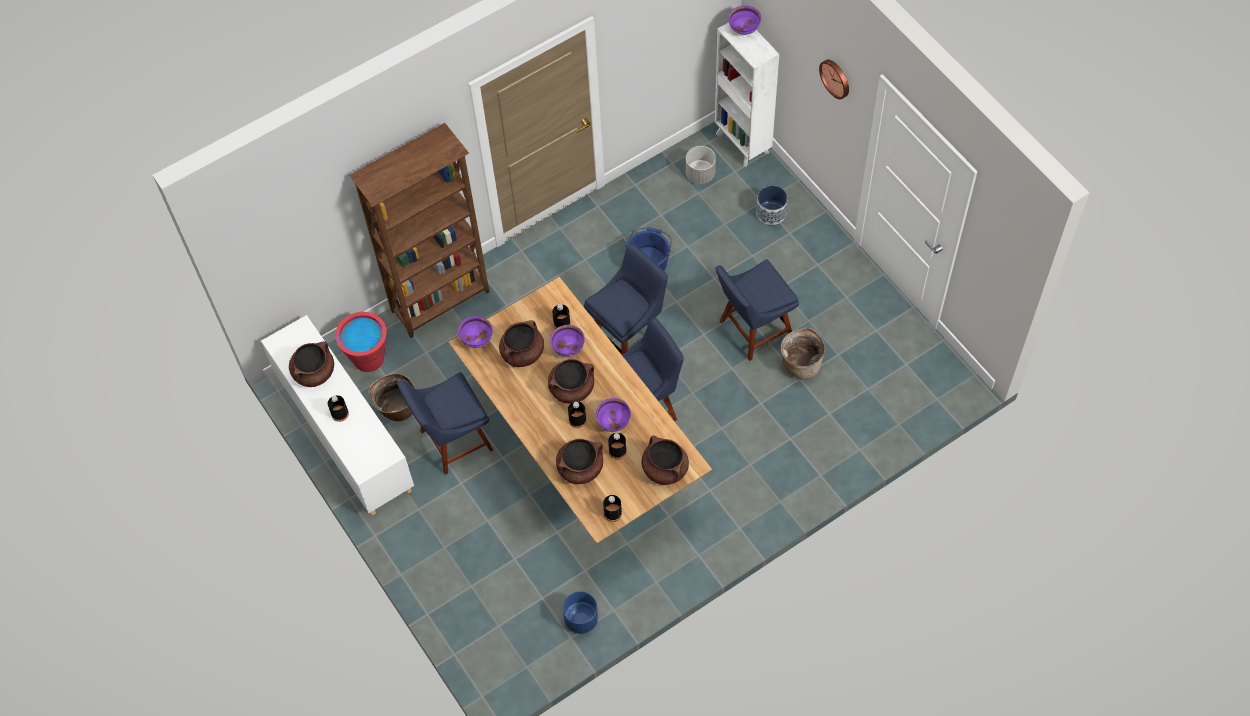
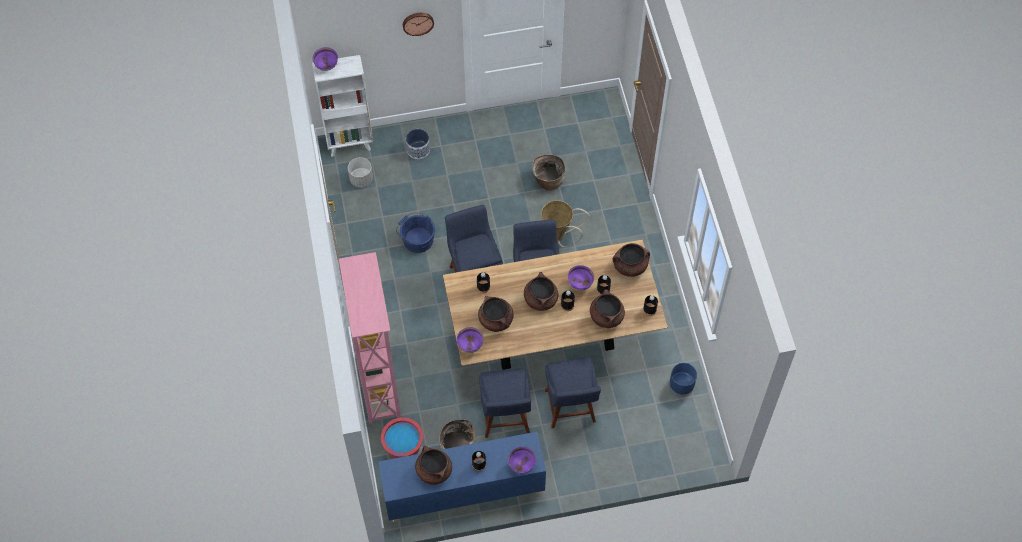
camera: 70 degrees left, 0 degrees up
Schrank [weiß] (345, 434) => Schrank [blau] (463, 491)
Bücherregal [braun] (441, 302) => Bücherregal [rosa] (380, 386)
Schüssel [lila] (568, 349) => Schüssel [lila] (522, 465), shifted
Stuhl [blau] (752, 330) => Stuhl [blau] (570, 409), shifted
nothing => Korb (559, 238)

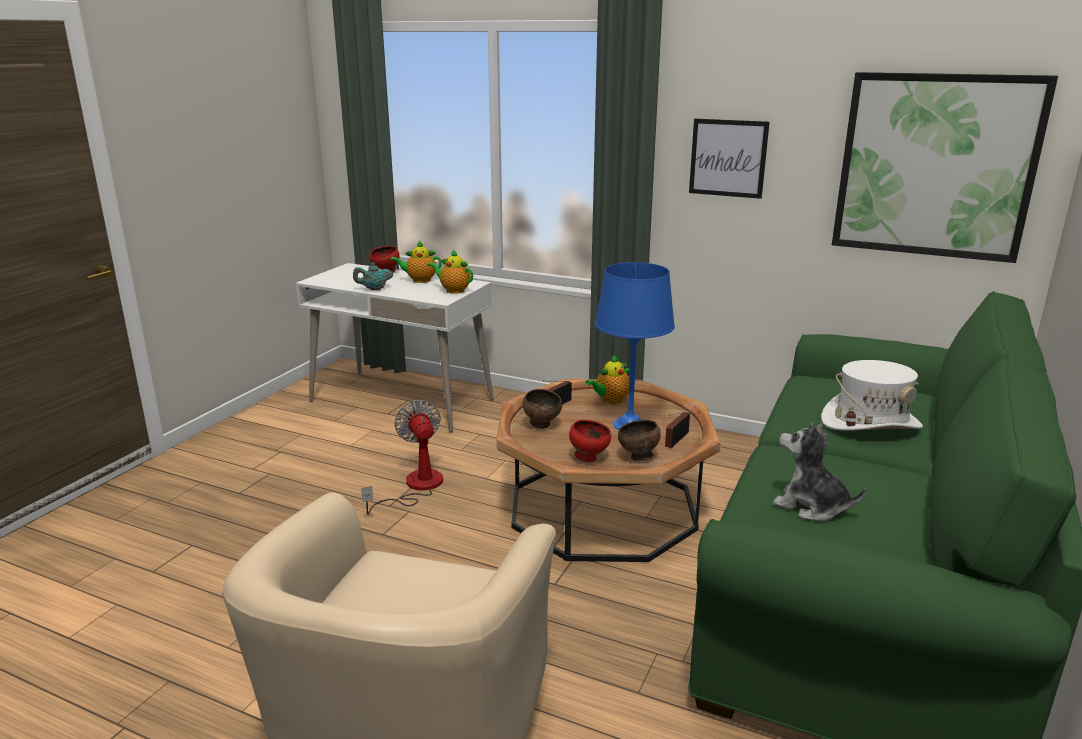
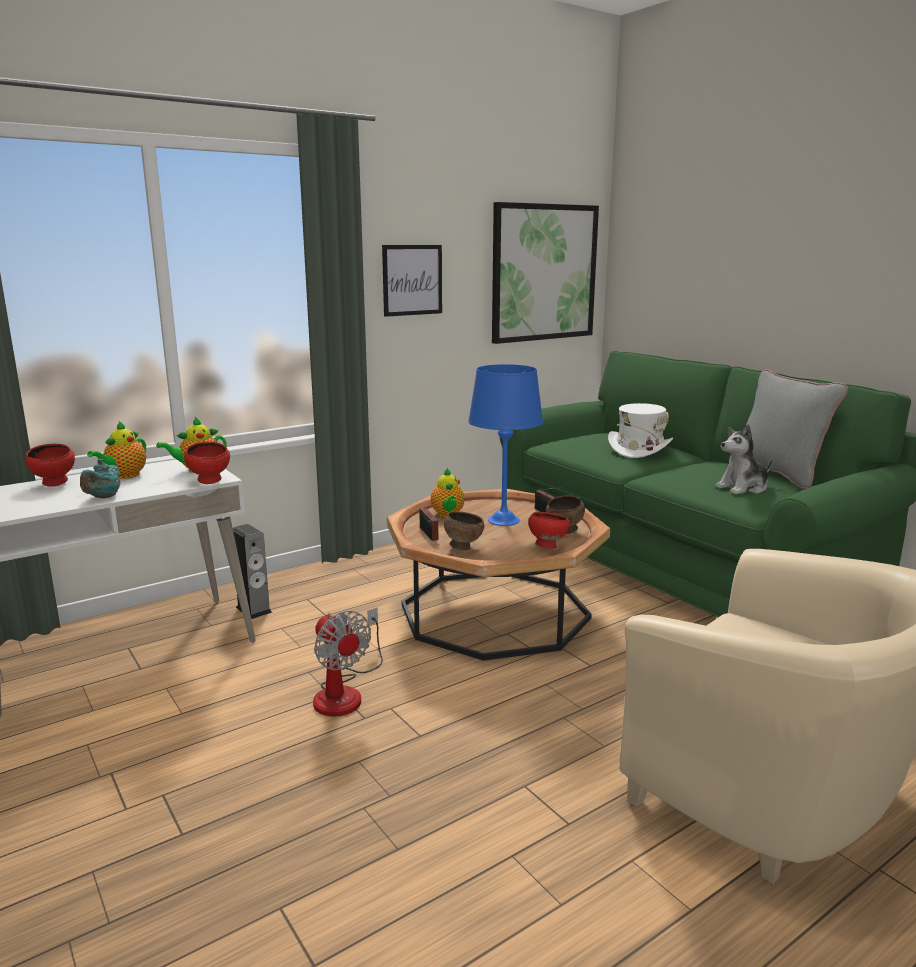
camera: 60 degrees left, 5 degrees down
Ventilator (415, 487) => Ventilator (345, 692), 135 degrees counterclockwise
nothing => Schüssel [rot] (210, 482)
nothing => Lautsprecher (253, 610)
nothing => Kissen [grau] (778, 474)

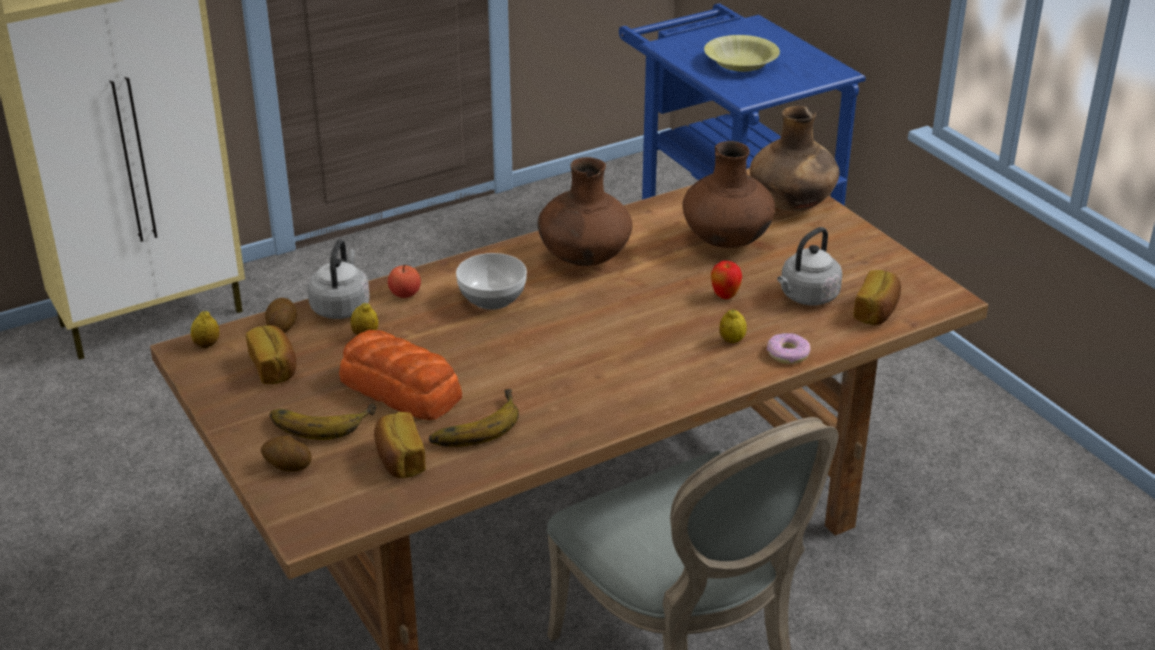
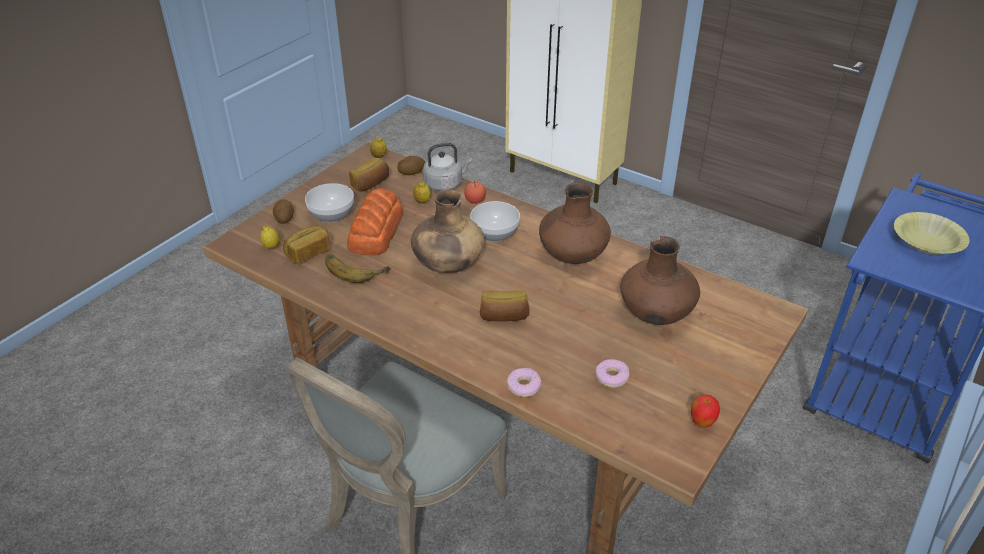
camera: 65 degrees right, 5 degrees up
Banane (321, 420) => Schüssel (331, 215)
Apfel (725, 296) => Apfel (702, 423), shifted
Zitrone (732, 340) => Zitrone (272, 246), shifted
Vase [braun] (791, 205) => Vase [braun] (448, 265), shifted
Wasserkessel [grau] (807, 297) => Donut (611, 377)
Brot (877, 311) => Brot (504, 316), shifted

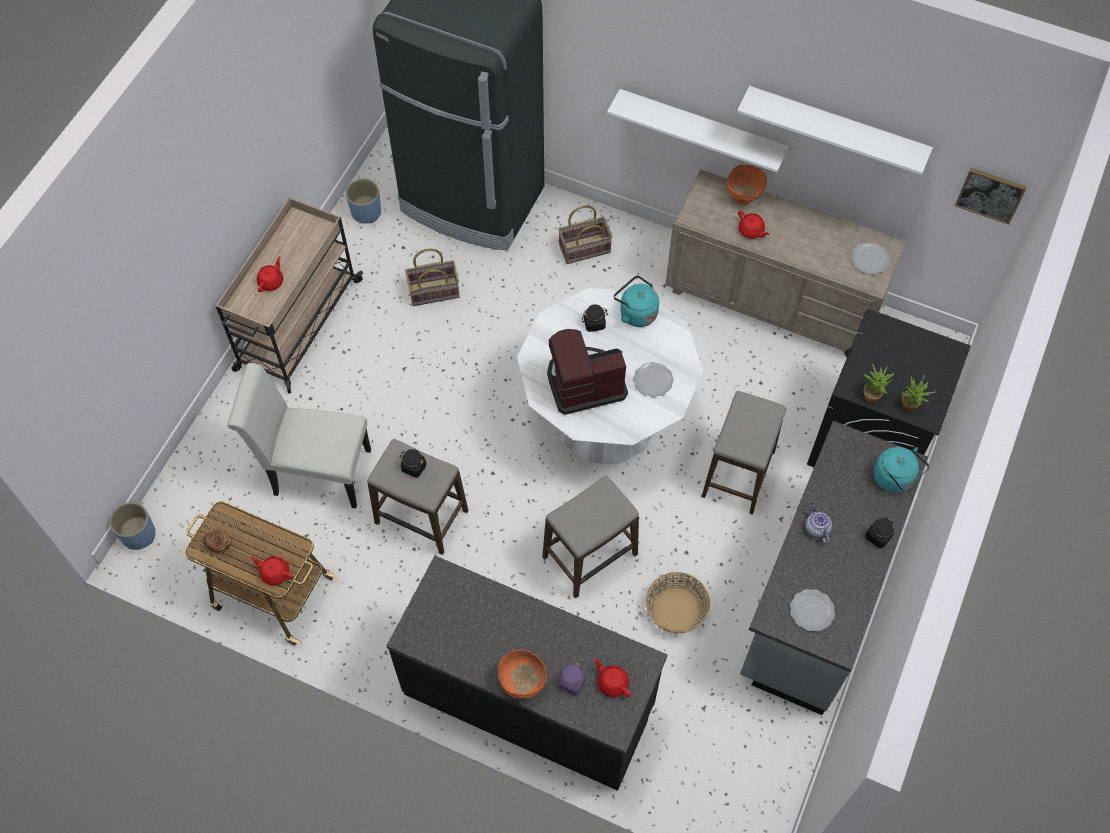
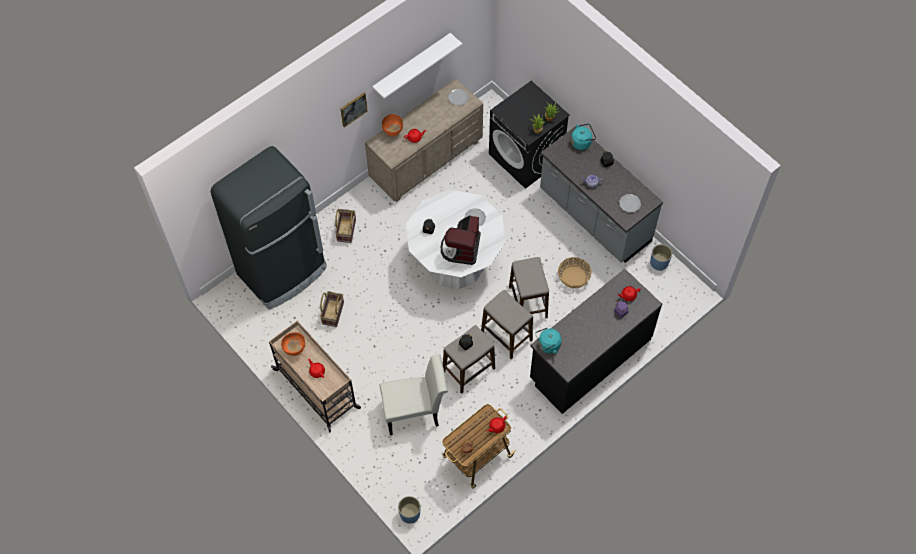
camera: 65 degrees left, 0 degrees up
Stuhl [weiß] (315, 471) => Stuhl [weiß] (415, 412), 135 degrees counterclockwise
Pflanzkübel [blau] (366, 212) => Pflanzkübel [blau] (659, 262), shifted
Schüssel [orange] (522, 683) => Schüssel [orange] (295, 350), shifted
Wandregal [weiß] (701, 129) => nothing
Wasserkessel [türkis] (636, 312) => Wasserkessel [türkis] (548, 345), shifted
Hocker (739, 474) => Hocker (506, 336), shifted
Bild (990, 195) => Bild (353, 109), shifted

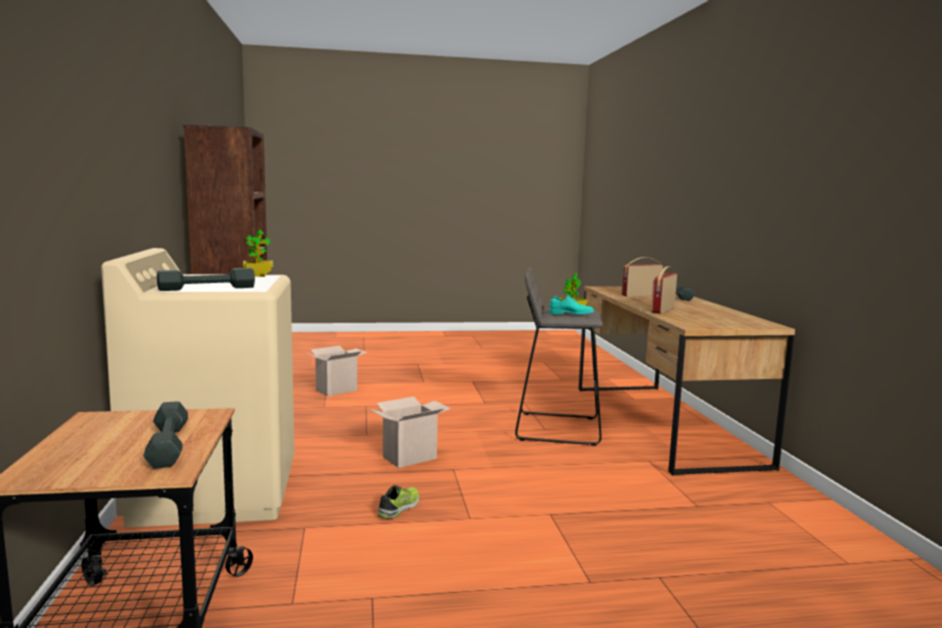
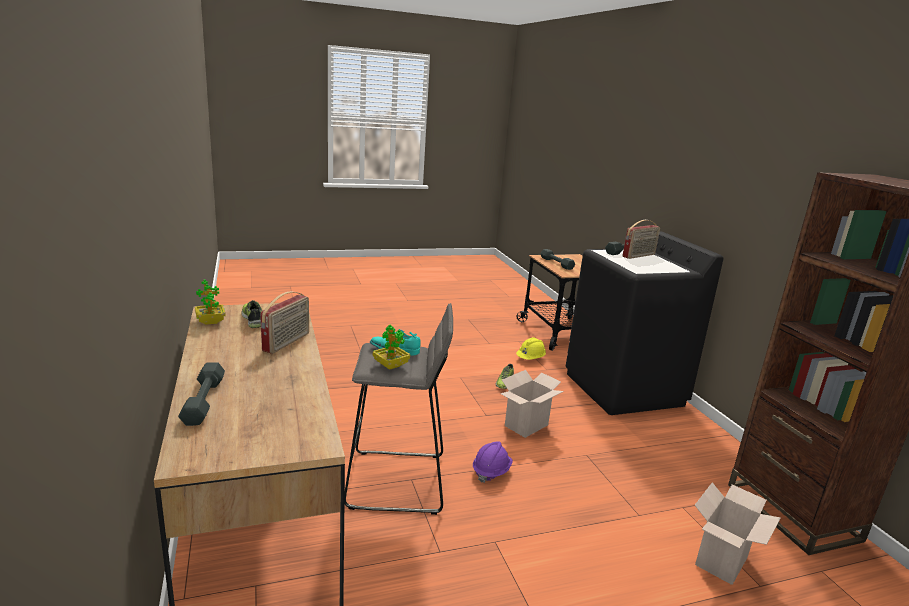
camera: 170 degrees right, 10 degrees up
Waschmaschine [beige] (215, 491) => Waschmaschine [schwarz] (624, 389)
Topfpflanze (258, 276) => Topfpflanze (210, 322), shifted
Radio (640, 295) => Radio (639, 256), shifted
nothing => Schuh (254, 319)
nothing => Schutzhelm [lila] (491, 471)
nothing => Schutzhelm [gelb] (530, 359)

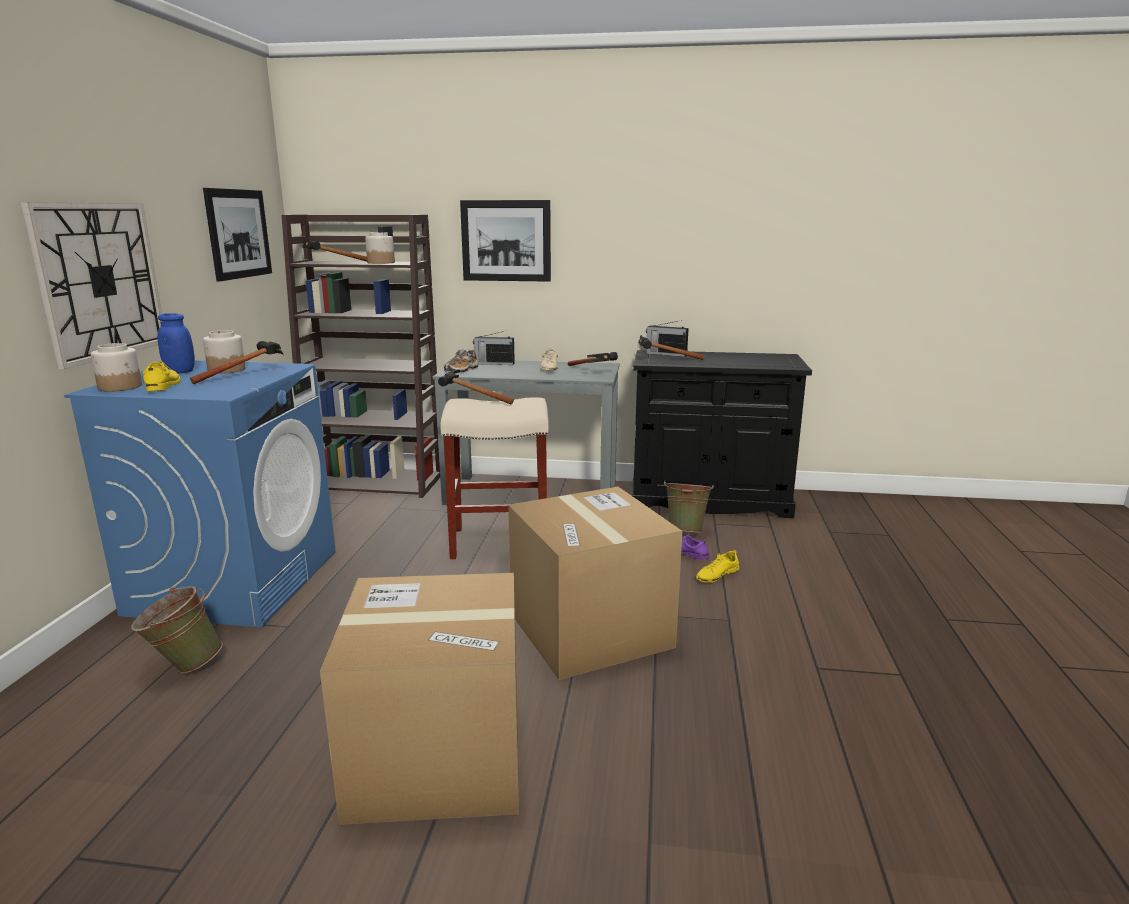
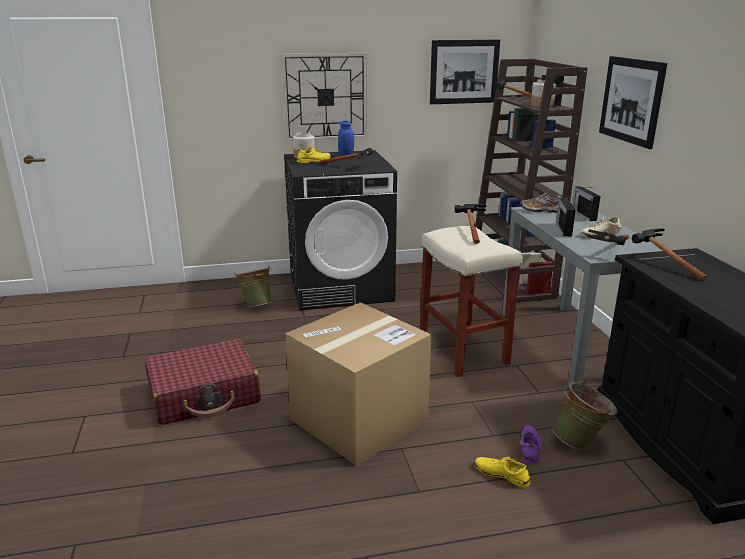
camera: 70 degrees right, 5 degrees up
Waschmaschine [blau] (236, 581) => Waschmaschine [schwarz] (341, 287)
Vorratsglas (226, 370) => nothing
Karton (437, 756) => Koffer [rot] (204, 395)
Radio (665, 354) => Radio (563, 229), shifted

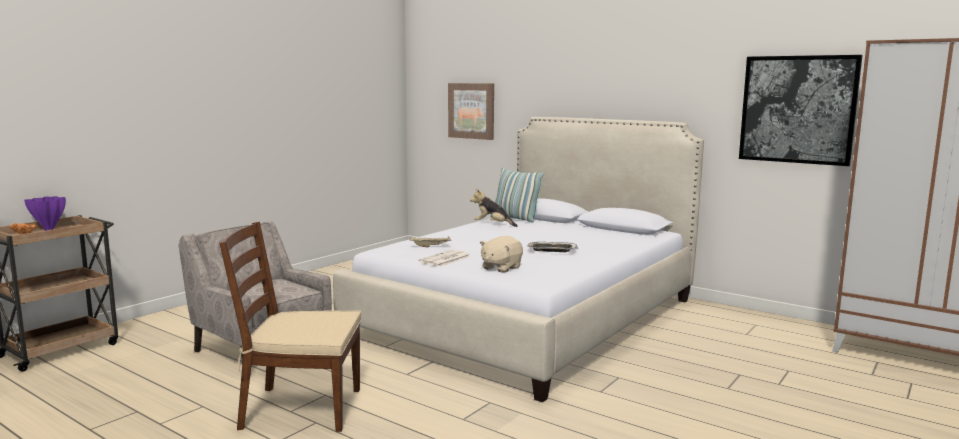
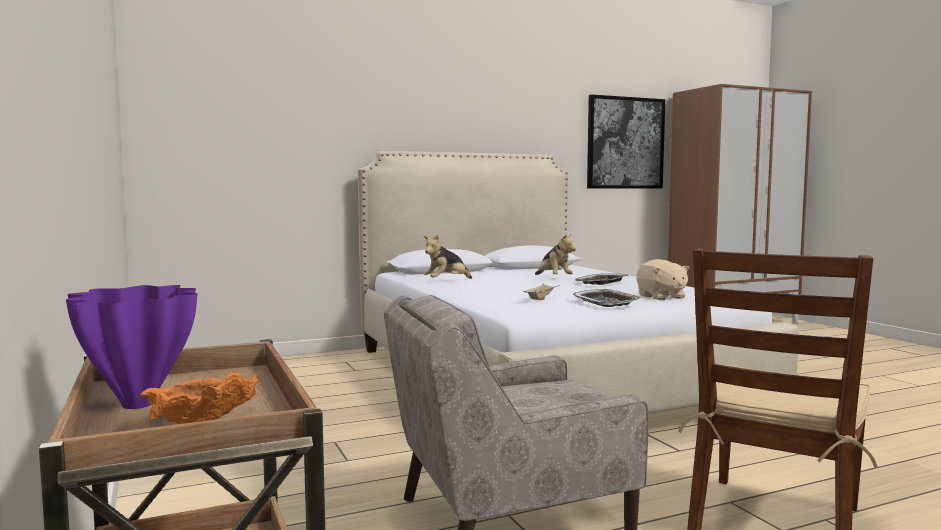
camera: 60 degrees left, 5 degrees down
Zeitung (445, 259) => Tablett (606, 303)
Bild (471, 111) => nothing
Kissen (515, 219) => nothing
nothing => Plüschtier (553, 278)

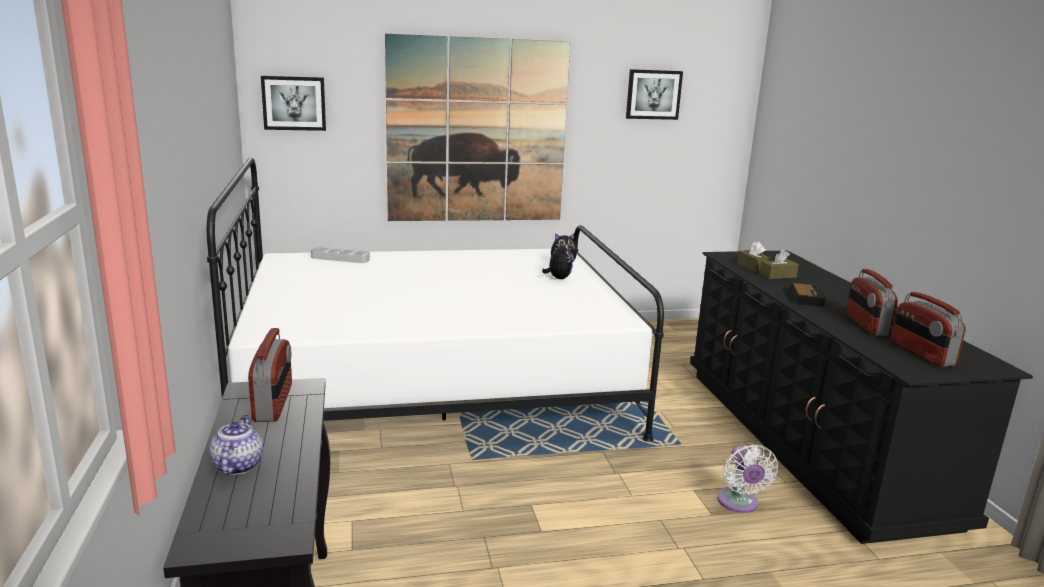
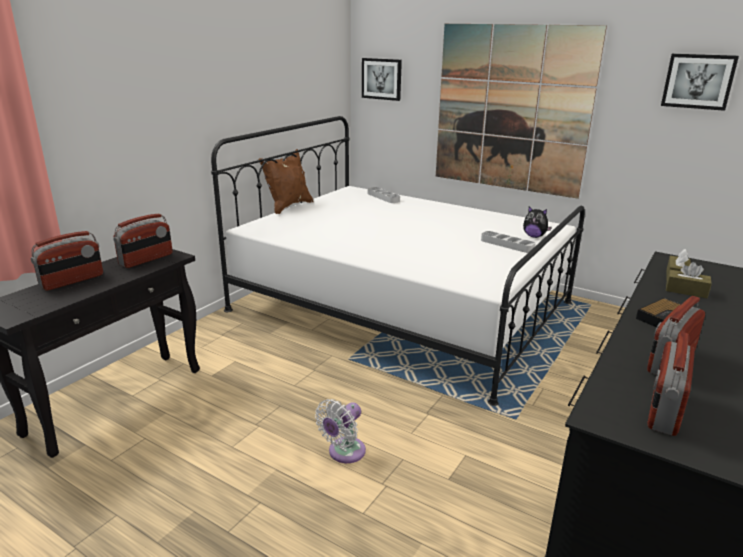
camera: 45 degrees right, 5 degrees up
Teekanne (237, 465) => Radio (72, 281)
Plüschtier (558, 278) => Tablett [grau] (507, 245)
Ventilator [weiß] (739, 504) => Ventilator [weiß] (344, 453), shifted
nothing => Kissen [braun] (288, 206)

